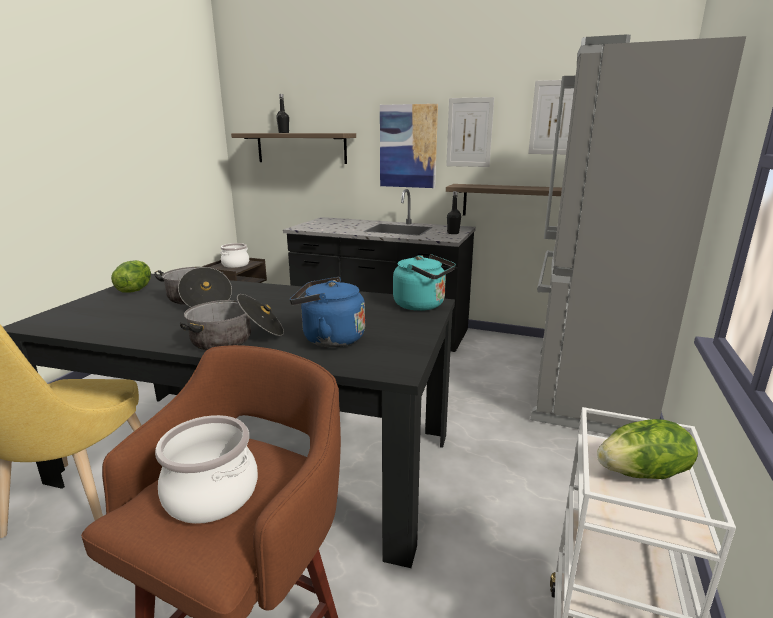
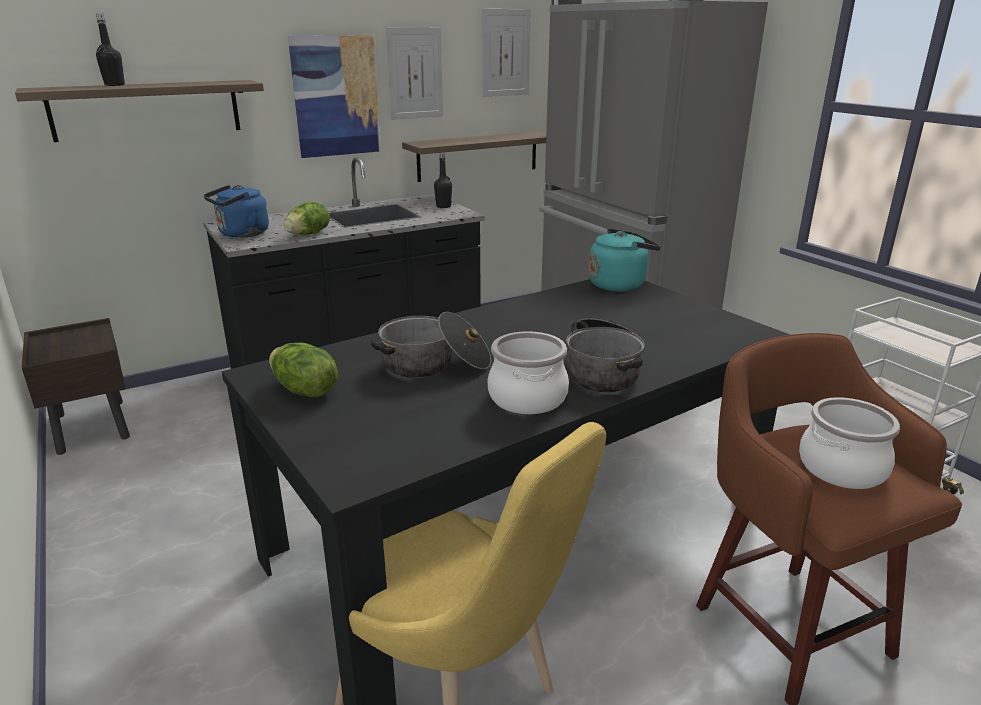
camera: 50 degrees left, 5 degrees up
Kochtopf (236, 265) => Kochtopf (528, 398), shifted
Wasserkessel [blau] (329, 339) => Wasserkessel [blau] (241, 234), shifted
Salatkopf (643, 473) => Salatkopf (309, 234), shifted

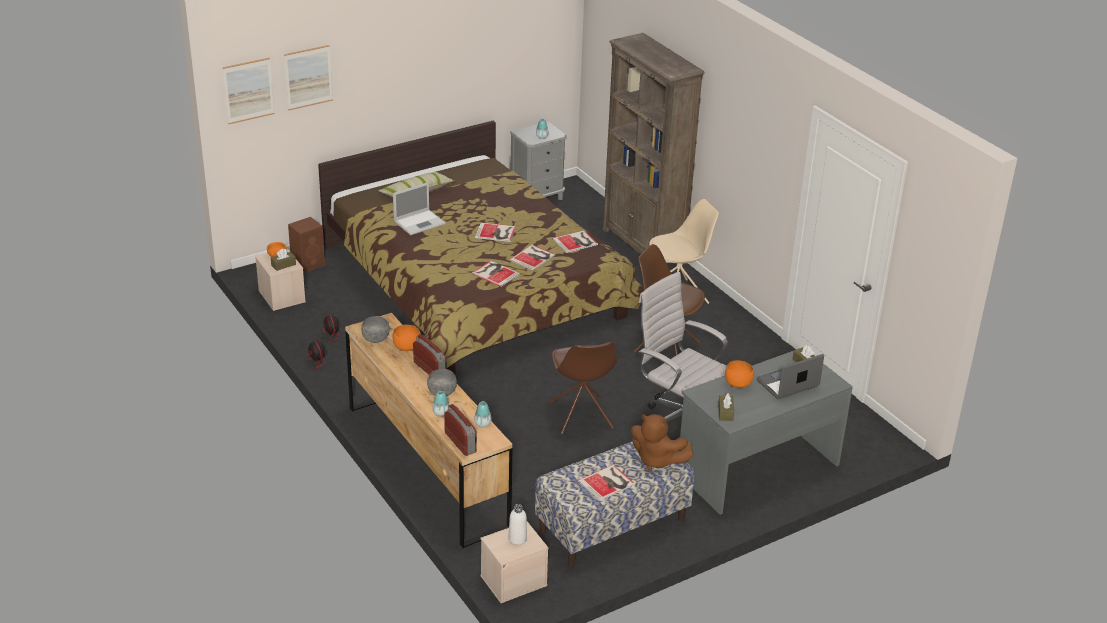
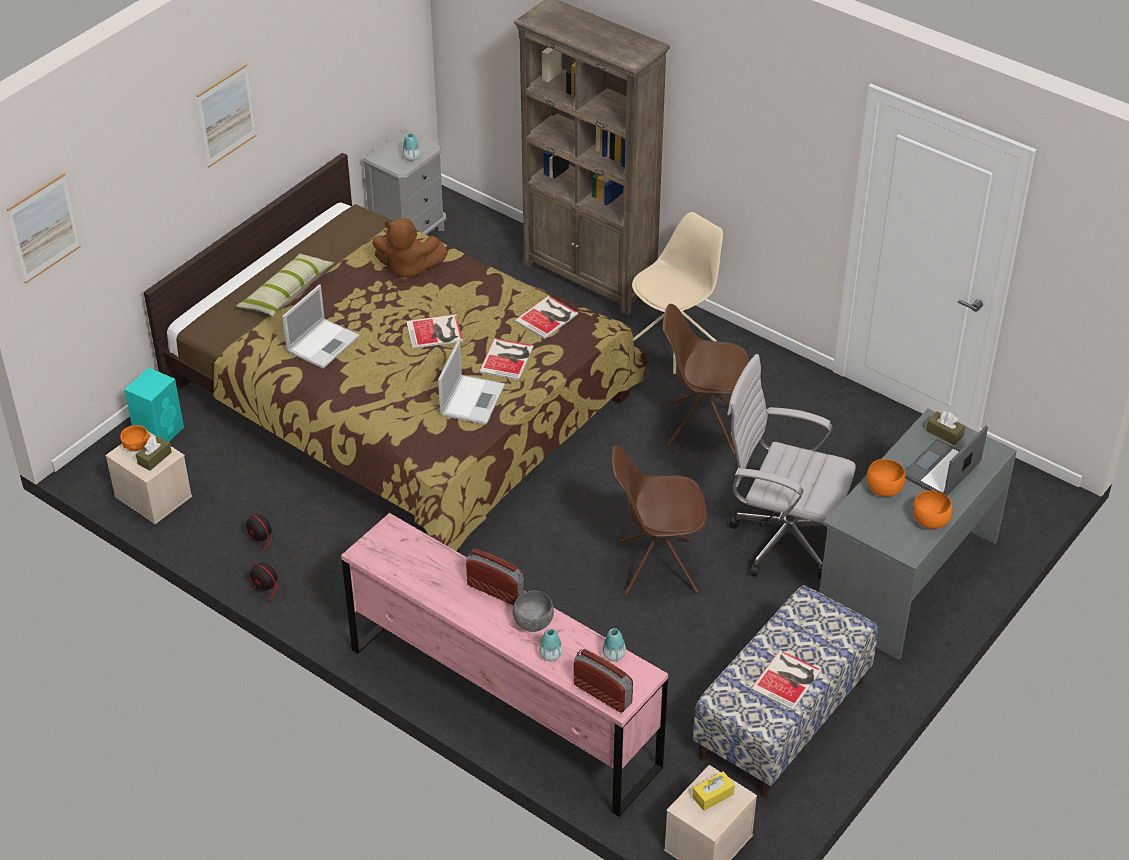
camera: 20 degrees left, 10 degrees up
Bild (308, 77) => Bild (226, 115), shifted
Lautsprecher [braun] (308, 264) => Lautsprecher [türkis] (160, 432)
Kommode [braun] (427, 465) => Kommode [rosa] (503, 707)
Schüssel [grau] (376, 339) => nothing
Schüssel [orange] (406, 347) => Schüssel [orange] (929, 521), shifted
Buch (495, 273) => Laptop (472, 399)
Flasche [weiß] (517, 539) => Taschentuchbox [gelb] (713, 795)
Stuhl [braun] (581, 416) => Stuhl [braun] (656, 567), 120 degrees clockwise
Plüschtier [braun] (656, 460) => Plüschtier [braun] (408, 268), shifted
Taschentuchbox [braun] (725, 412) => nothing

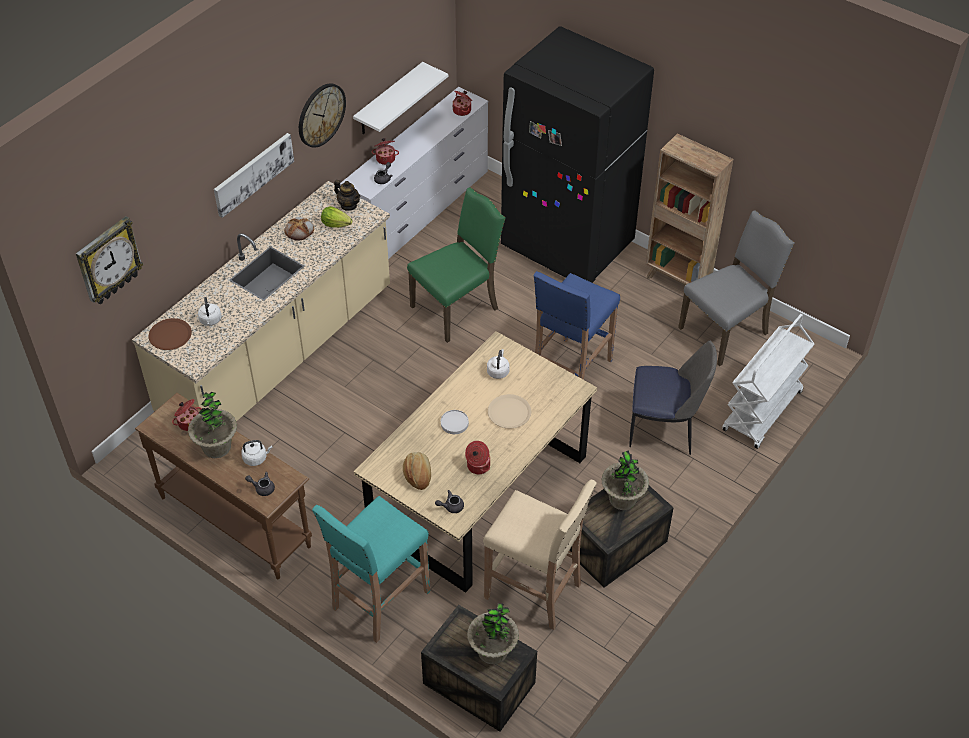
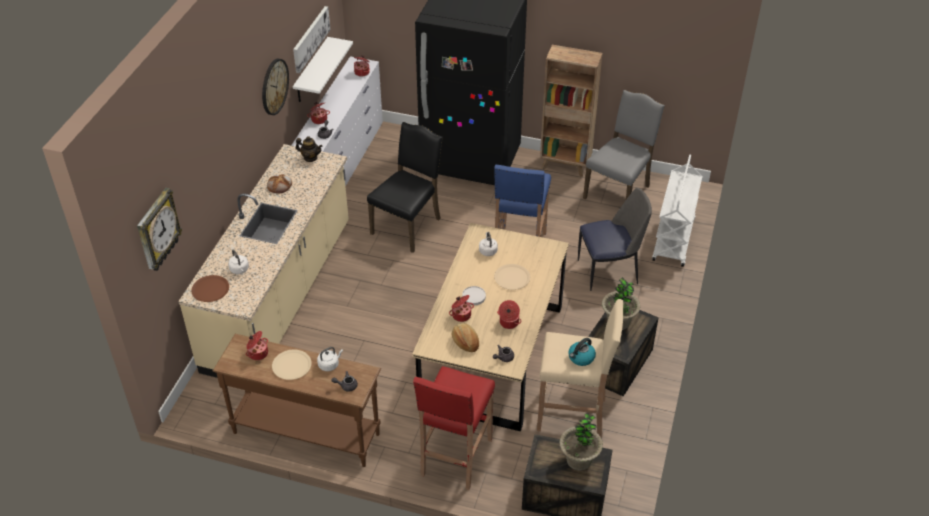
camera: 20 degrees left, 5 degrees down
Topfpflanze (217, 447) => Teller [beige] (292, 365)
Bild (253, 174) => Bild (310, 38), shifted
Hocker [türkis] (379, 601) => Hocker [rot] (455, 458)
Salatkopf (336, 224) => nothing
Stuhl [grün] (457, 308) => Stuhl [schwarz] (408, 226)
nothing => Kochtopf (461, 315)
nothing => Wasserkessel (581, 358)

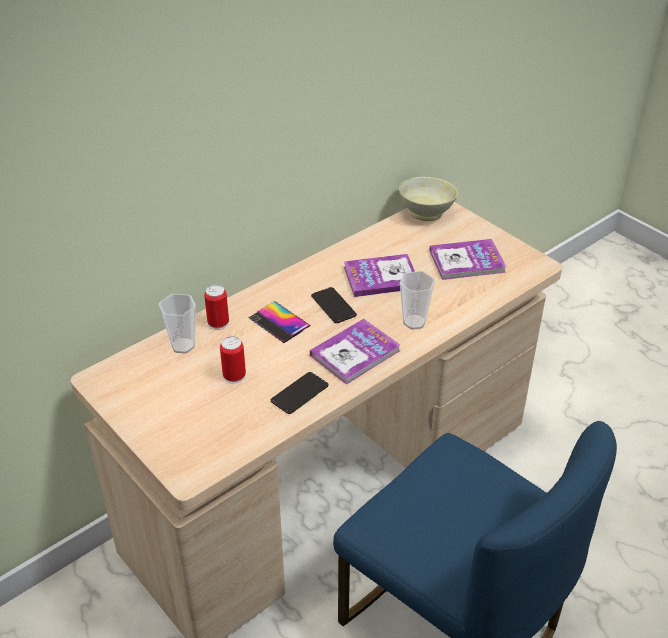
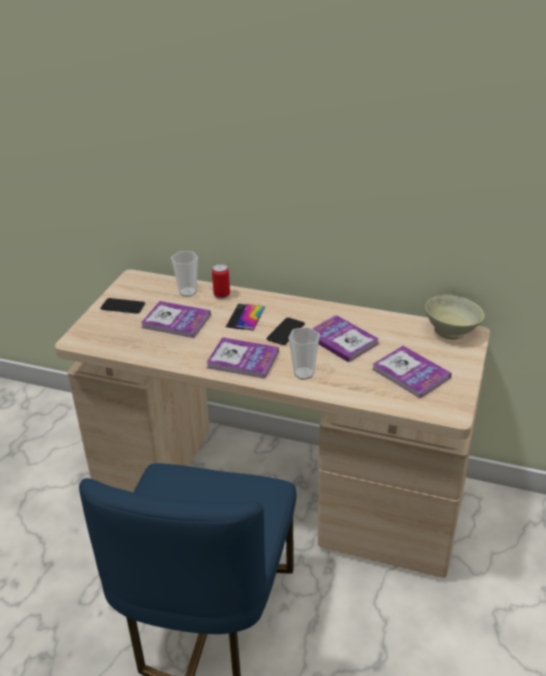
camera: 60 degrees right, 5 degrees down
Dose (234, 376) => Buch (176, 321)
Handy (299, 393) => Handy (123, 306), shifted

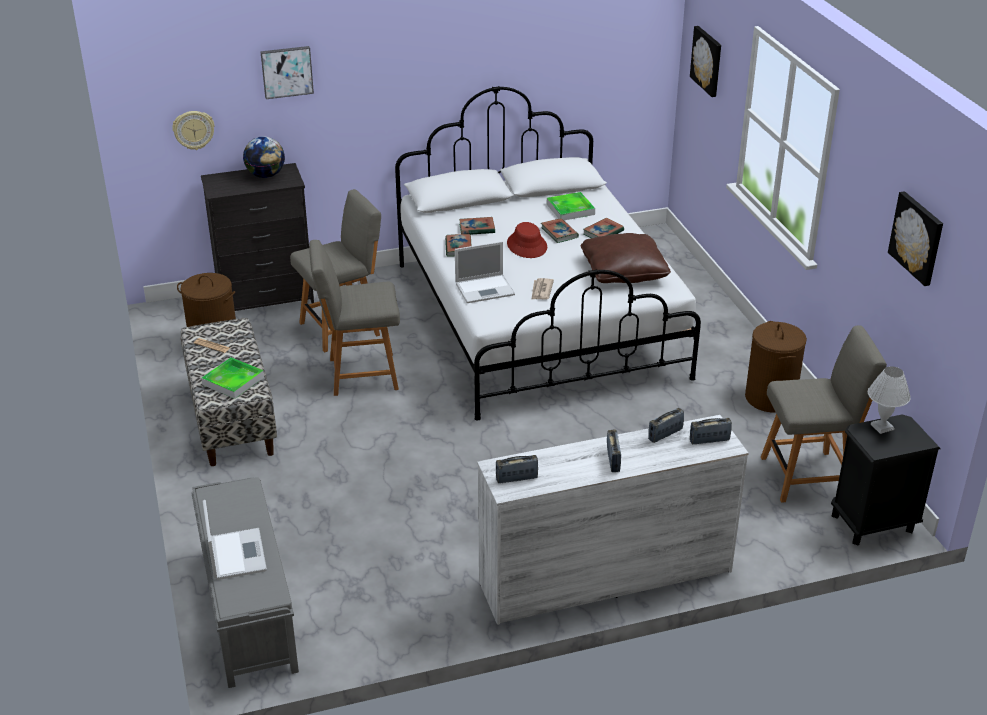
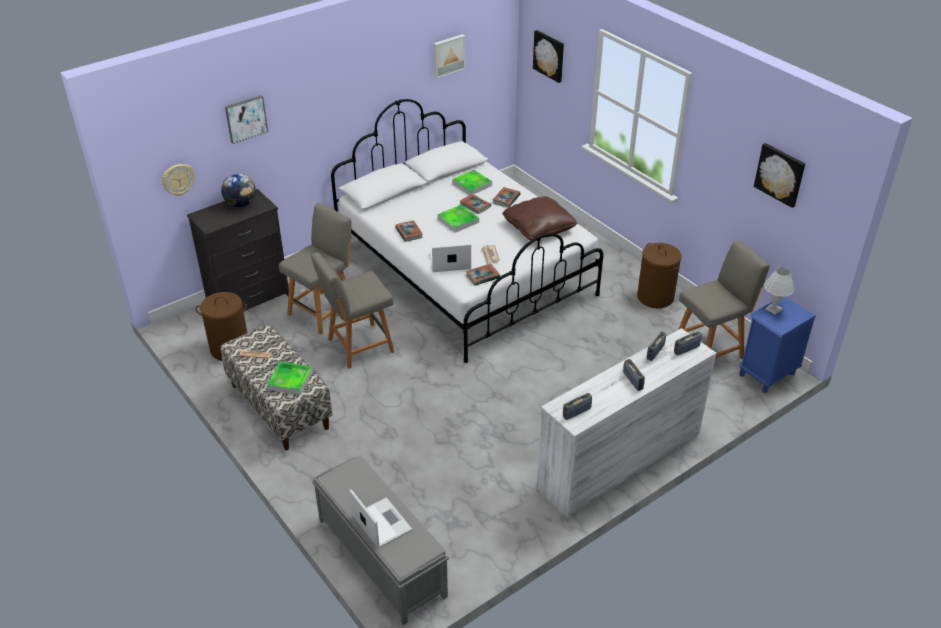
camera: 20 degrees left, 5 degrees up
Laptop (486, 289) => Laptop (449, 262), 150 degrees counterclockwise
Buch (477, 228) => Buch (482, 276), shifted
Hut [rot] (527, 245) => Tablett (458, 220)
Nachttisch [schwarz] (872, 524) => Nachttisch [blau] (767, 374)
nothing => Bild (448, 55)

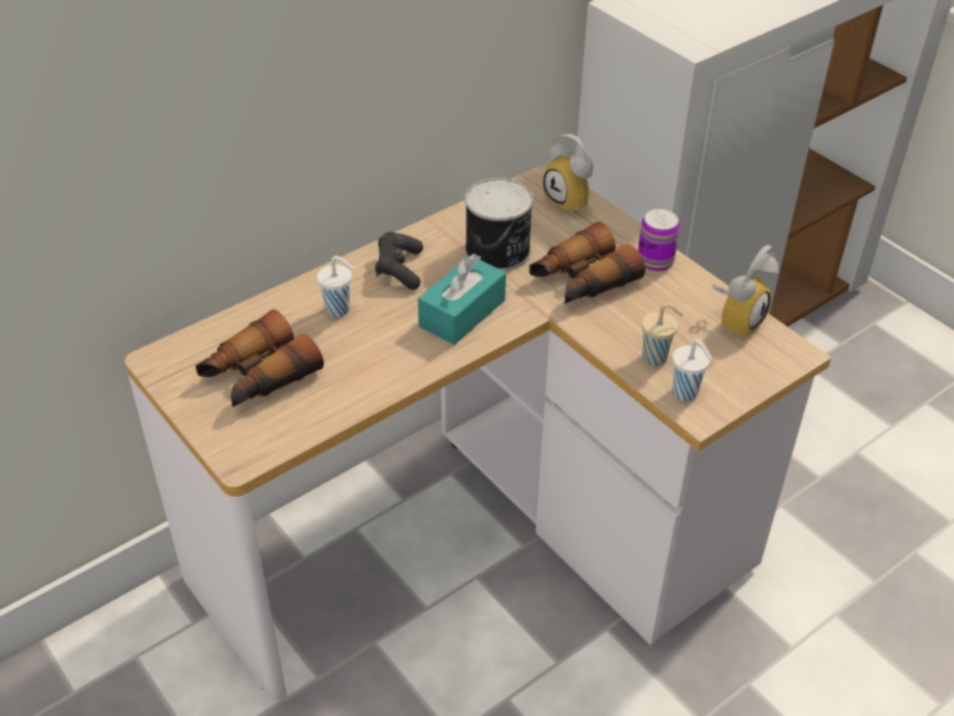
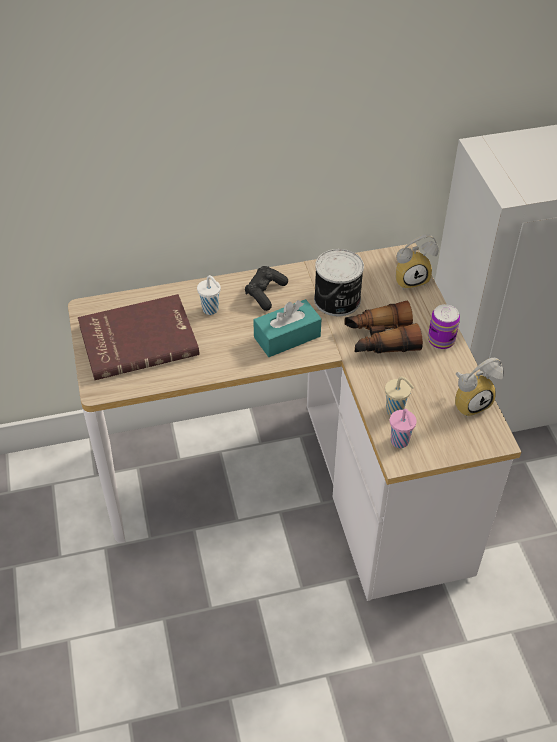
camera: 25 degrees right, 5 degrees up
Fernglas (258, 376) => Buch [rot] (138, 339)
Wecker (572, 202) => Wecker (411, 278), 90 degrees counterclockwise
Tasse [weiß] (686, 393) => Tasse [rosa] (400, 442)

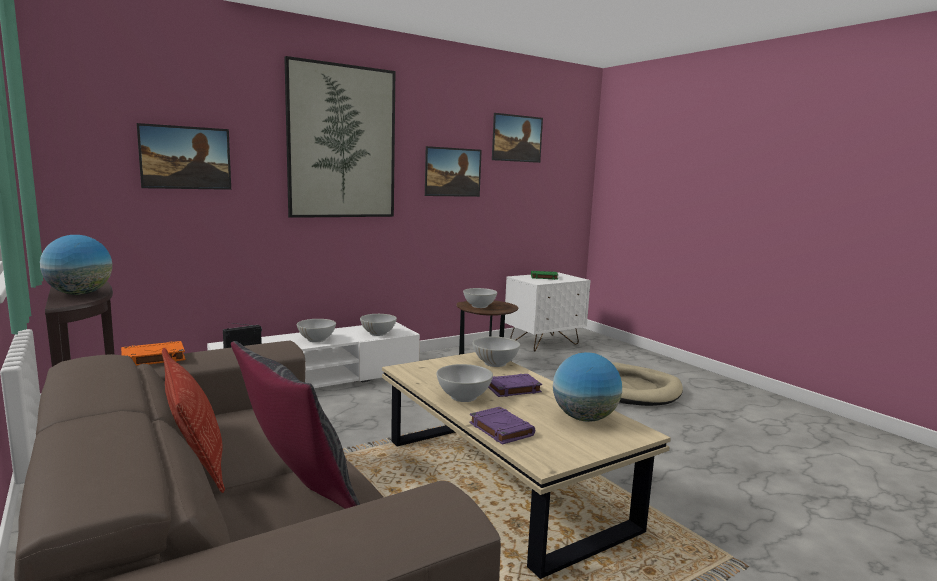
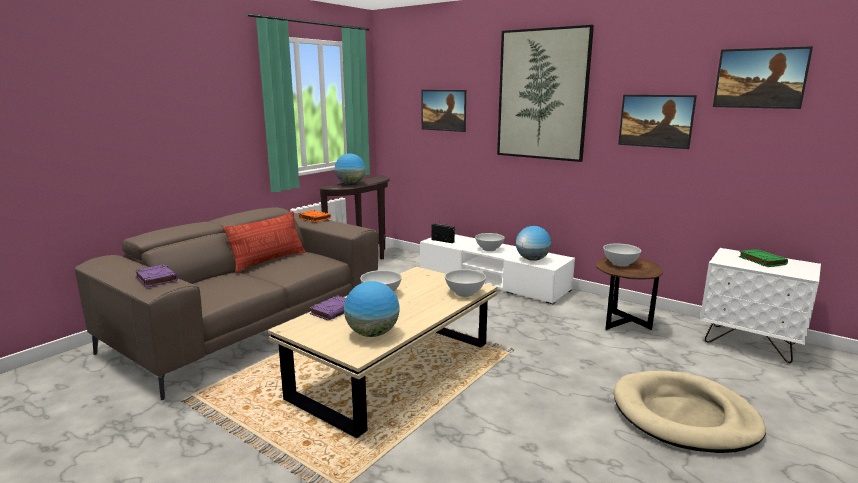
camera: 70 degrees right, 5 degrees up
Kissen [grau] (297, 496) => nothing
Schüssel [weiß] (378, 333) => Globus (532, 259)
Buch [lila] (512, 389) => Buch [lila] (156, 278), shifted

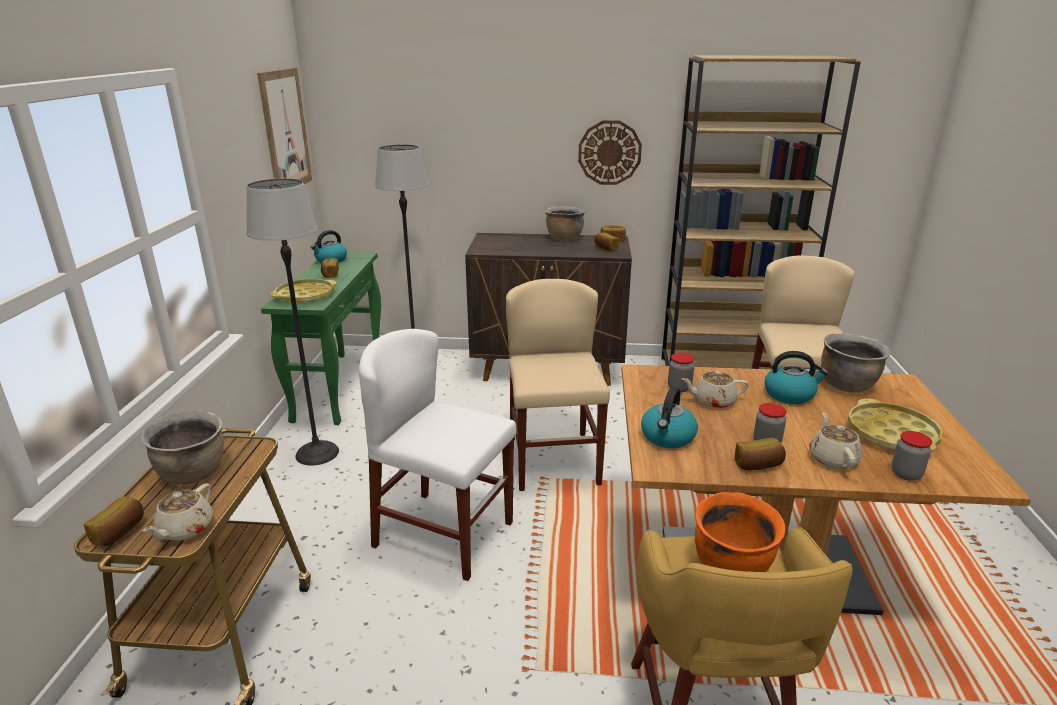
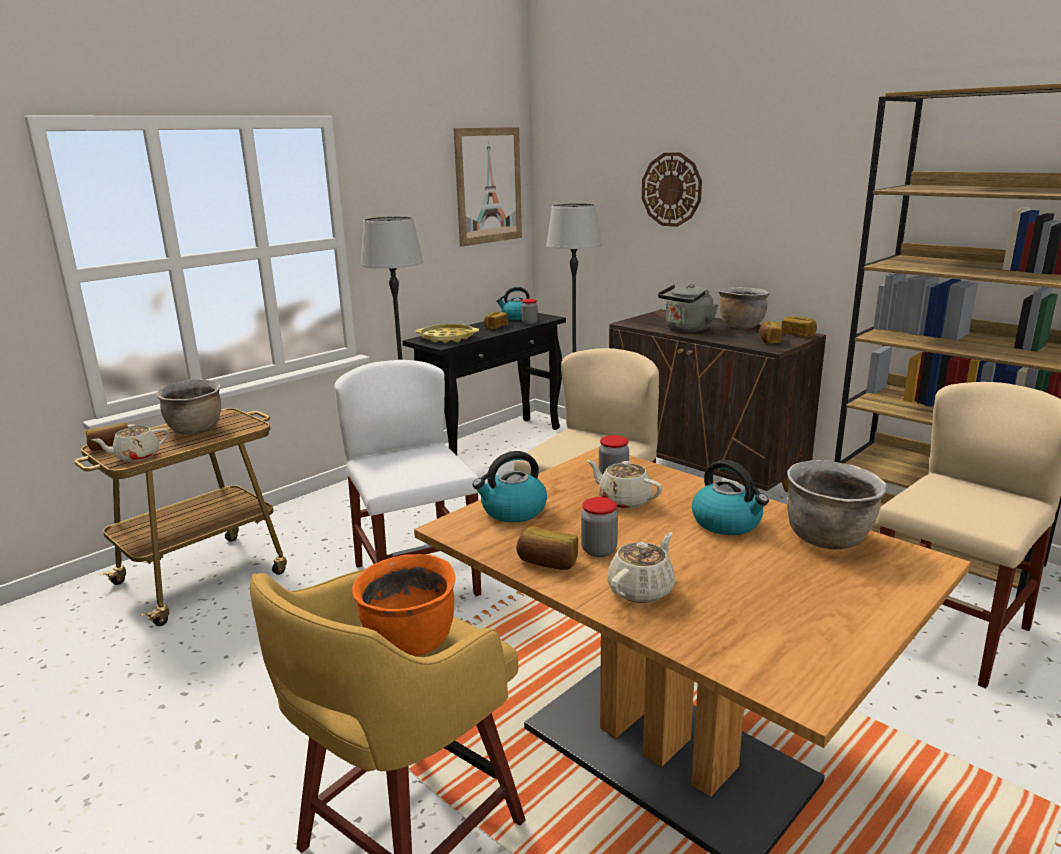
camera: 40 degrees right, 5 degrees down
Konsolentisch [grün] (339, 386) => Konsolentisch [schwarz] (493, 442)
Wanduhr (609, 152) => Wanduhr (671, 189), shifted
Tablett [gelb] (891, 434) => nothing
Vorratsglas (906, 474) => Vorratsglas (529, 323), shifted
nothing => Wasserkessel [grau] (686, 329)

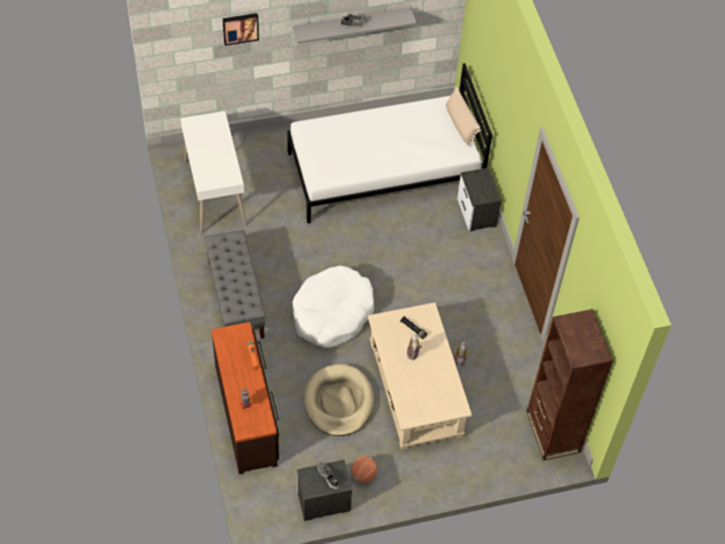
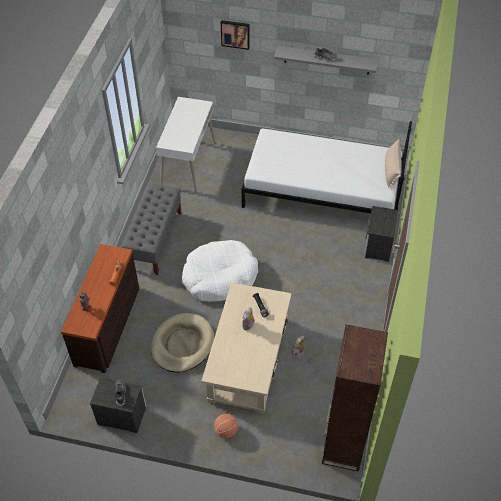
camera: 30 degrees right, 5 degrees down
Basketball (363, 475) => Basketball (226, 431), shifted

